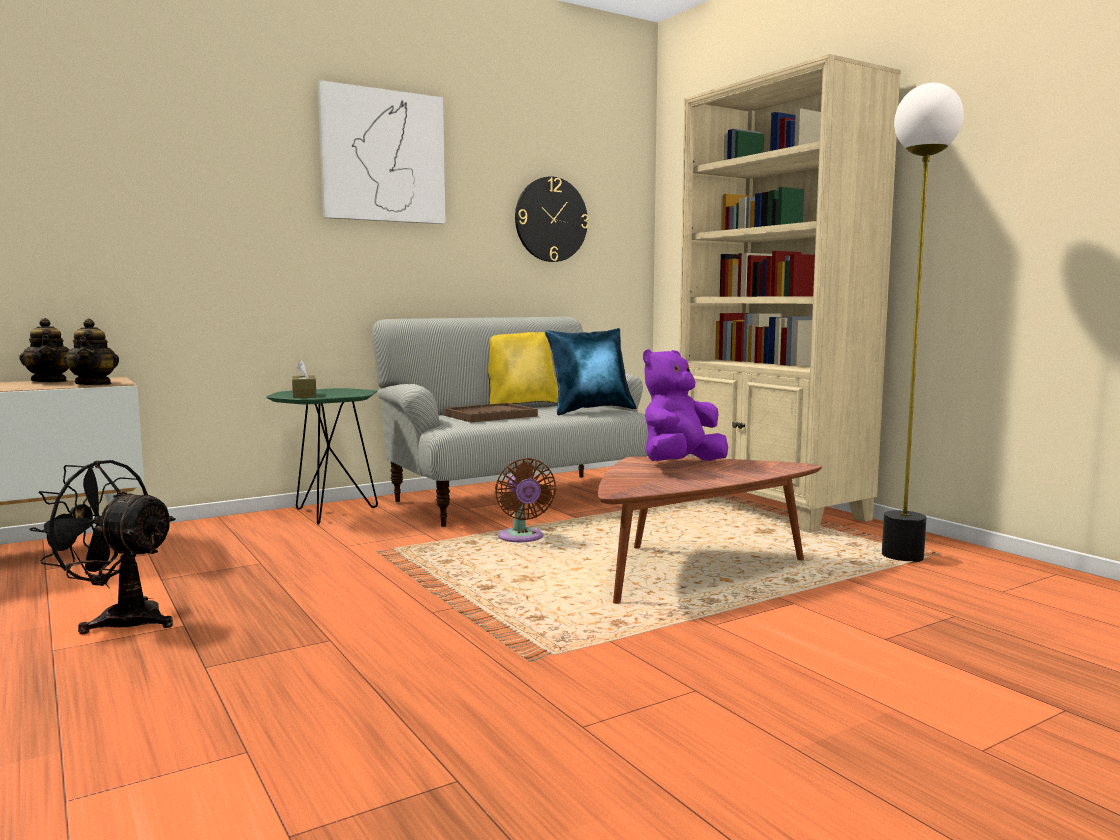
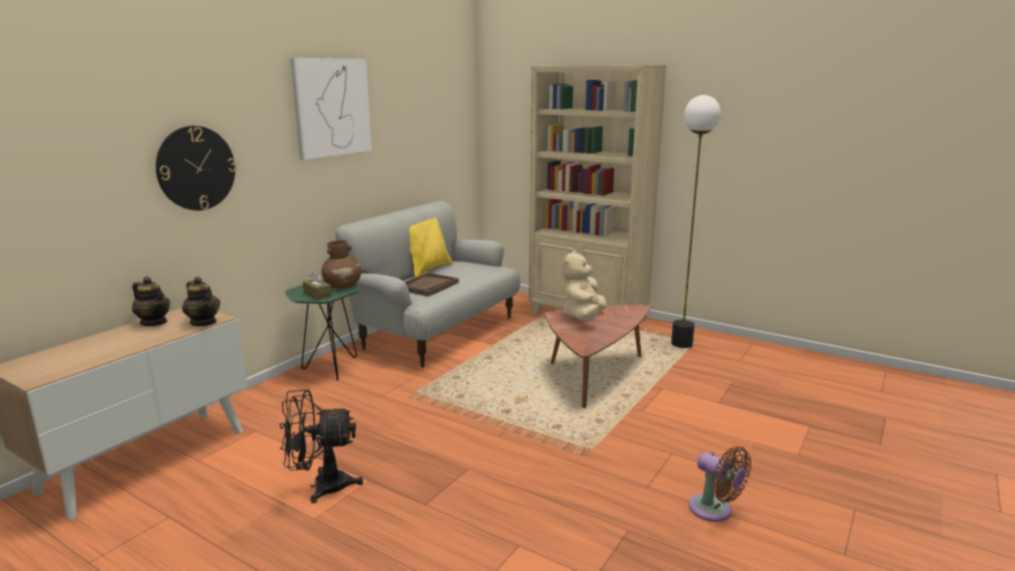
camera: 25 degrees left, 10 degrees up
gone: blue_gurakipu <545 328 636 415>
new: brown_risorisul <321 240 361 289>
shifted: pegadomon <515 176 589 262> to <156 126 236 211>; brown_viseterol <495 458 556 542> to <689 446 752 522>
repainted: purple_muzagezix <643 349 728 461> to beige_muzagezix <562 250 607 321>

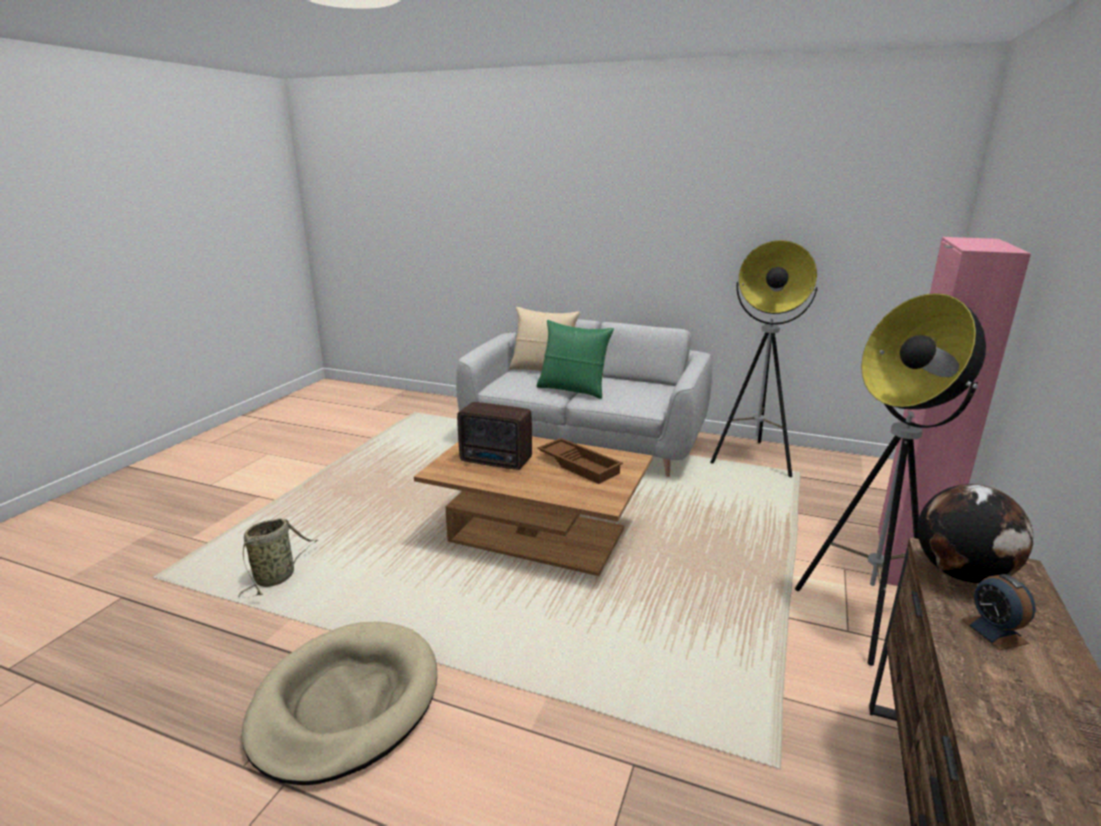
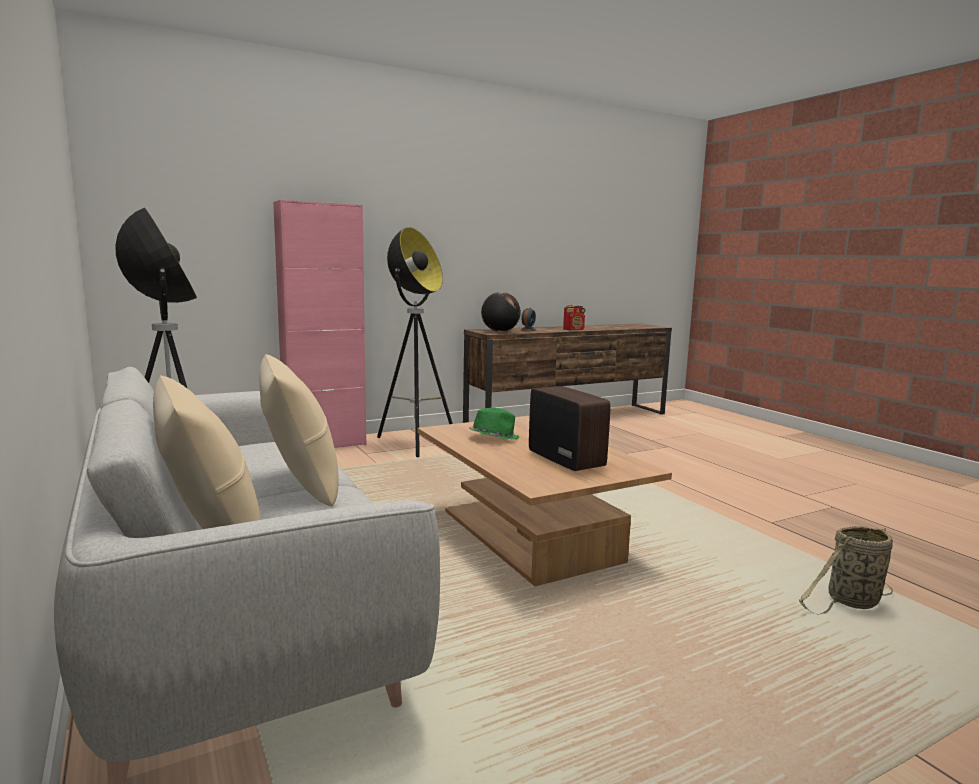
camera: 140 degrees left, 10 degrees down
gone: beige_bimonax <242 621 437 785>
new: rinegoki <563 305 585 330>
swapped: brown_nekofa <537 438 623 484> to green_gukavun <469 408 519 440>
repainted: green_gurakipu <537 320 614 399> to beige_gurakipu <259 354 339 507>

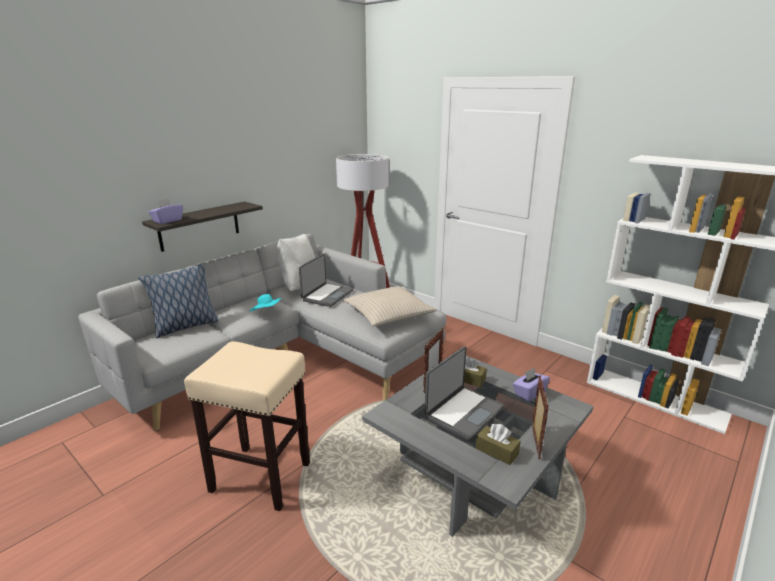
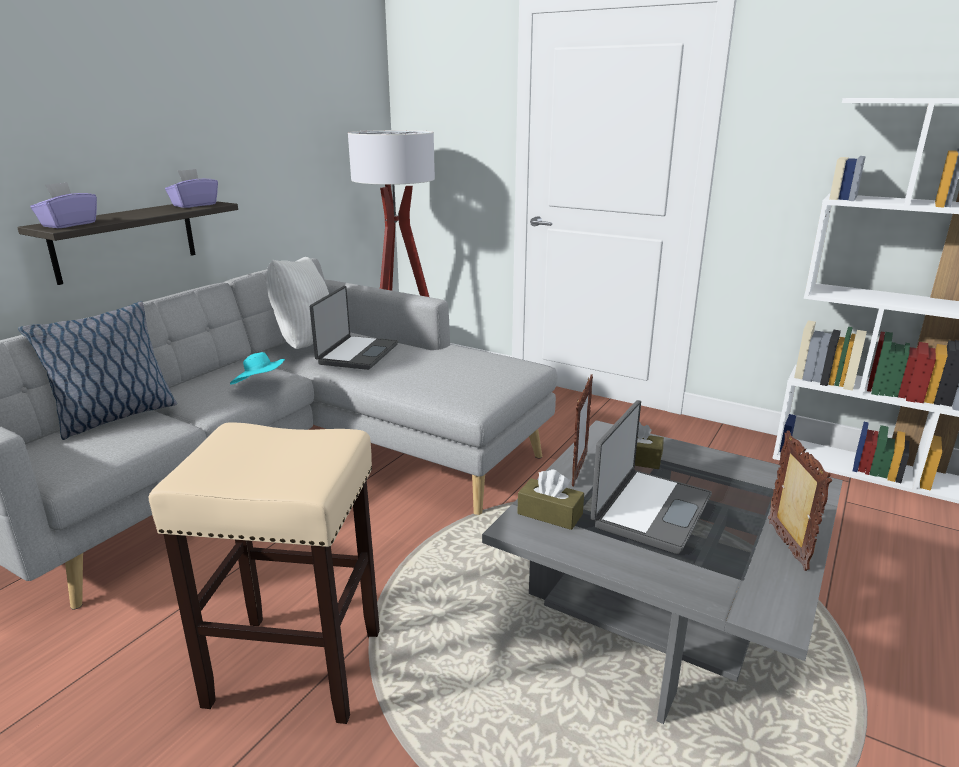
camera: 10 degrees left, 0 degrees up
gone: beige_gurakipu <343 286 437 326>
shifted: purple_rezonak <513 367 550 402> to <165 169 218 208>; brown_rezonak <476 424 521 465> to <517 469 584 530>

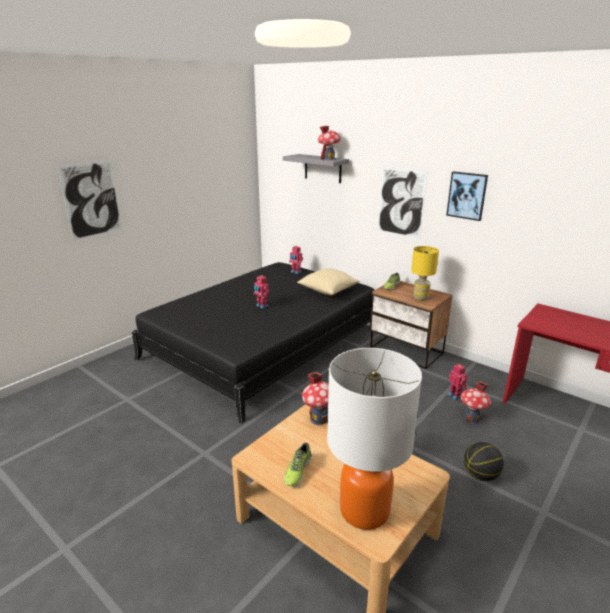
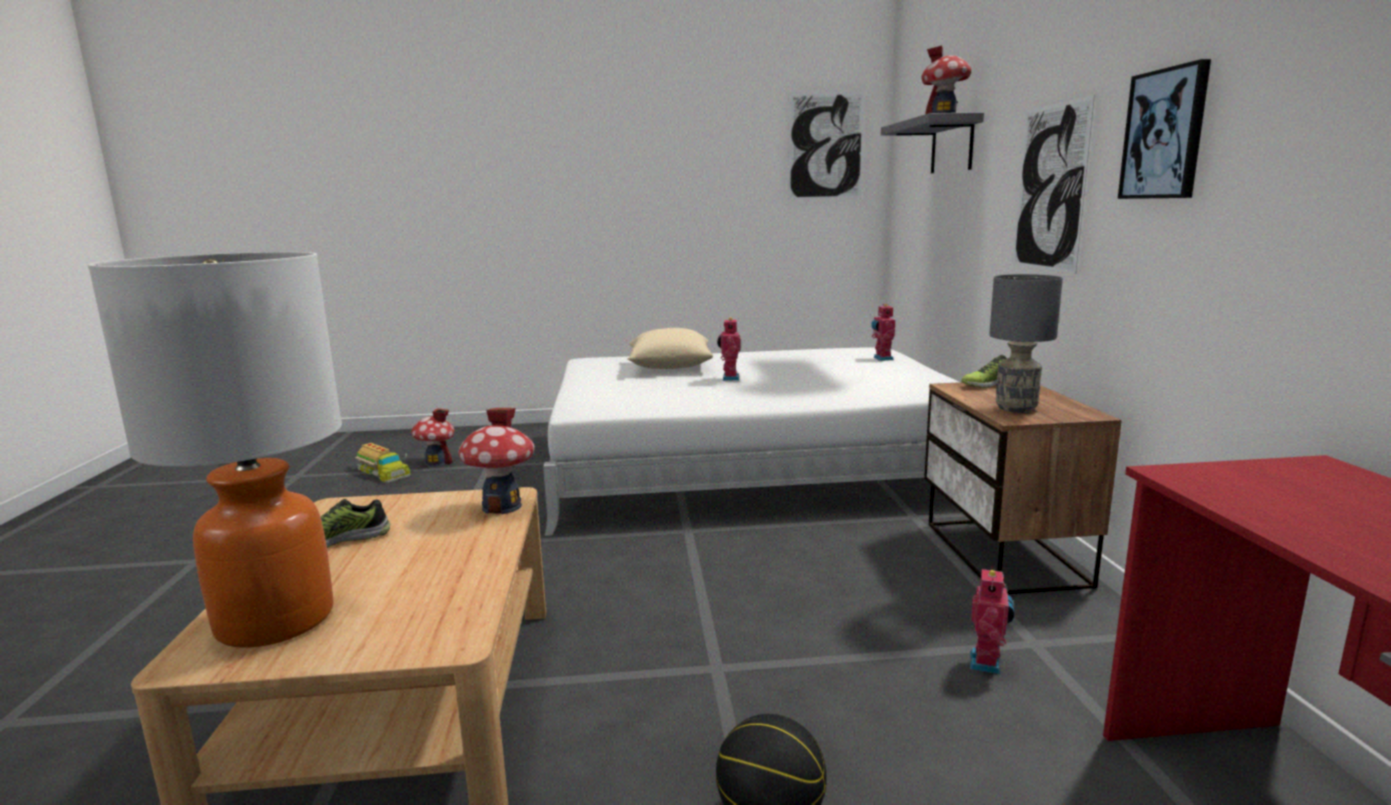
camera: 45 degrees right, 10 degrees down
new: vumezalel <355 443 410 483>
shifted: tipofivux <57 160 123 241> to <788 92 865 200>; beige_gurakipu <297 268 359 296> to <627 328 713 369>; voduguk <461 381 491 424> to <411 408 454 467>
repainted: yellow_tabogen <411 246 439 301> to grey_tabogen <989 274 1063 413>; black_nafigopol <132 262 374 424> to white_nafigopol <543 347 959 536>

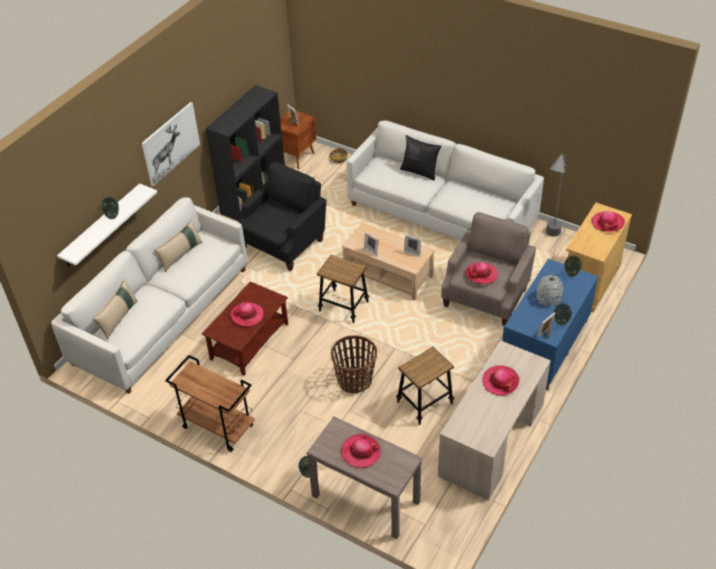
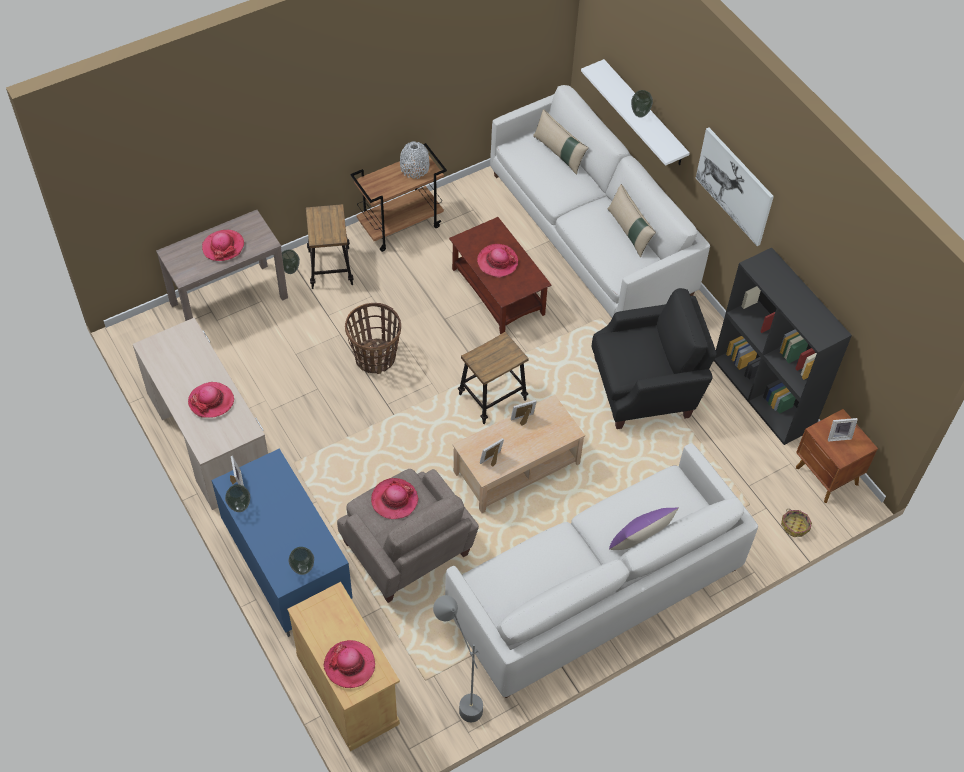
camera: 115 degrees right, 10 degrees up
shifted: grey_risorisul <537 275 563 307> to <400 141 429 179>; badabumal <396 346 454 425> to <306 204 354 289>
repainted: black_gurakipu <400 135 441 180> to purple_gurakipu <609 508 678 550>
rotated: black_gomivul <238 162 326 271> = <592 288 717 429> 75 degrees counterclockwise

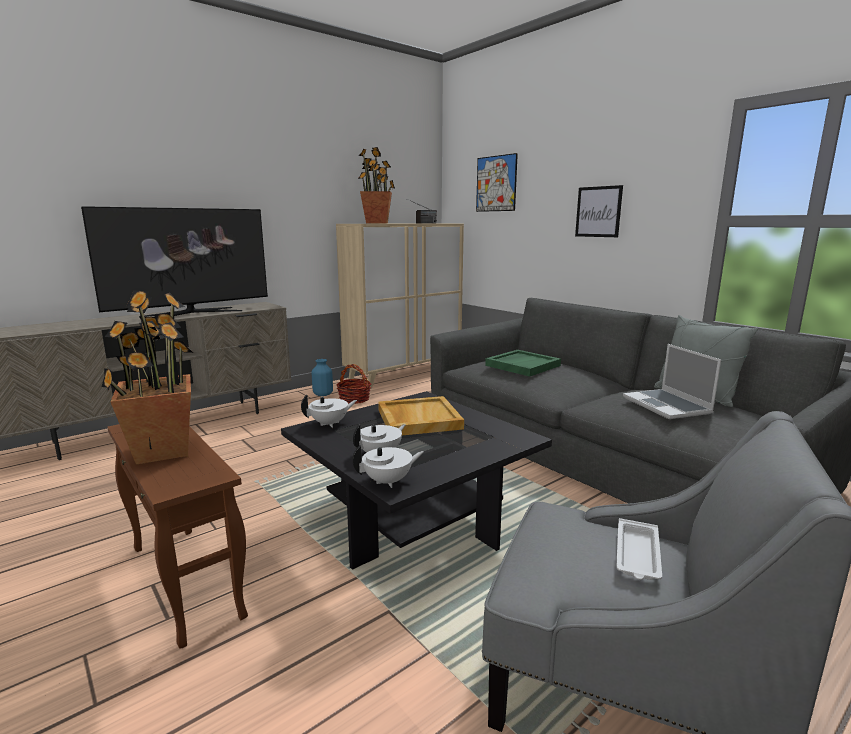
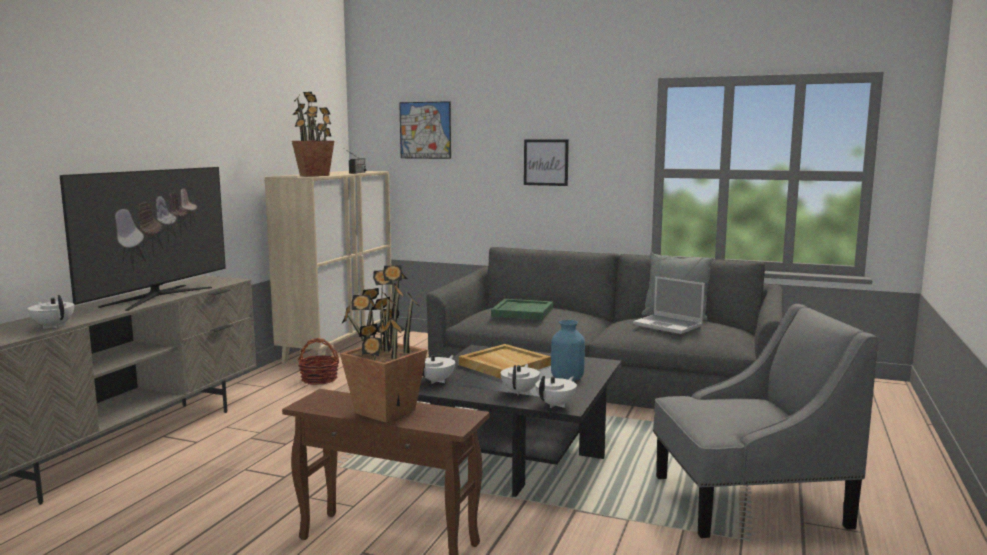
camera: 30 degrees left, 5 degrees down
gone: white_nekofa <616 518 662 580>
new: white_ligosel <28 295 74 329>
shifted: blue_risorisul <312 359 333 396> to <551 320 585 381>

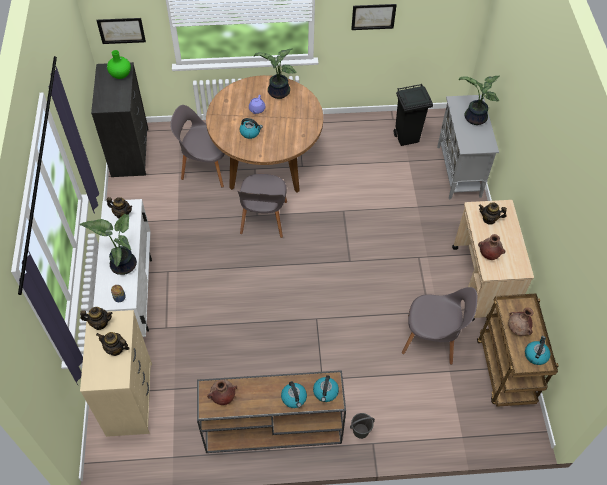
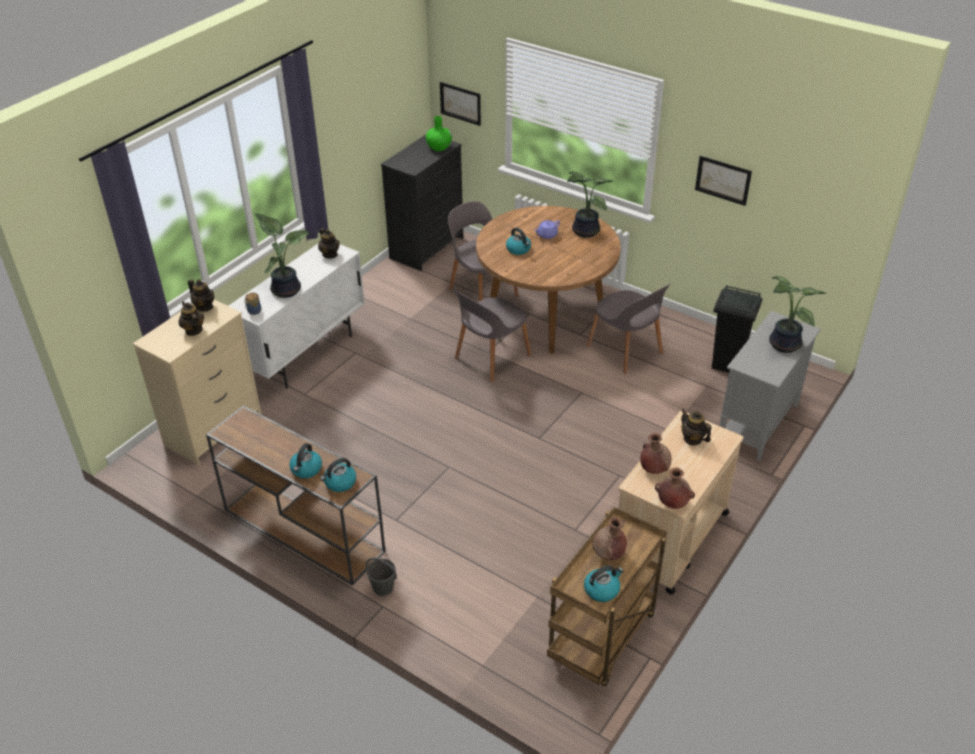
camera: 40 degrees right, 15 degrees down
shifted: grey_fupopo <402 287 478 365> to <587 284 671 374>; brown_risorisul <207 380 237 405> to <655 467 695 509>

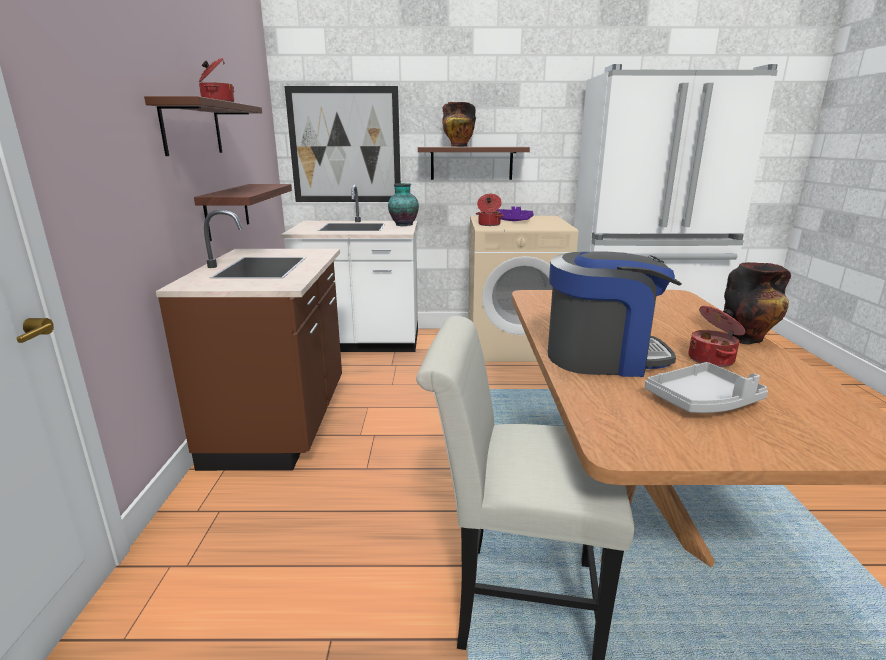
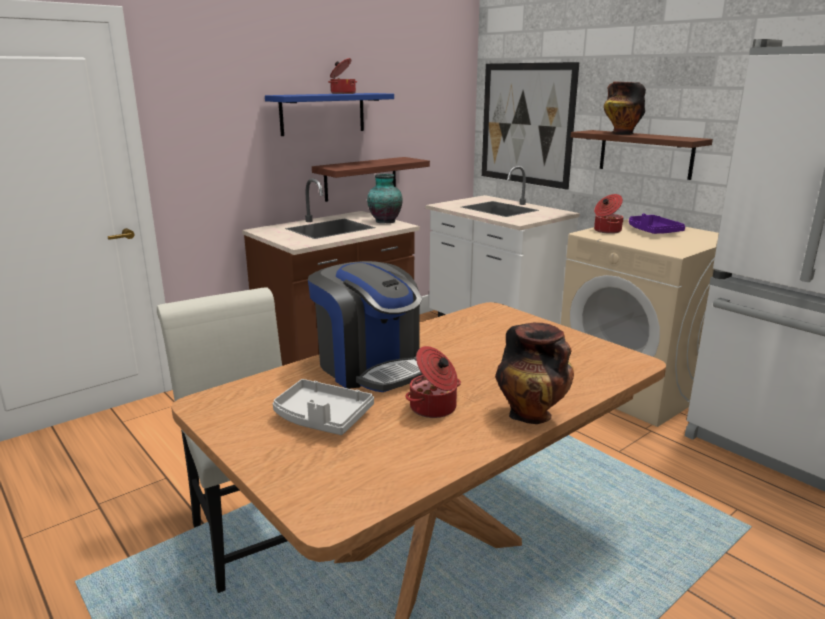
camera: 50 degrees right, 0 degrees up
shifted: risorisul <388 183 419 226> to <367 174 403 223>
repainted: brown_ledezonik <144 96 262 156> to blue_ledezonik <265 93 394 136>

